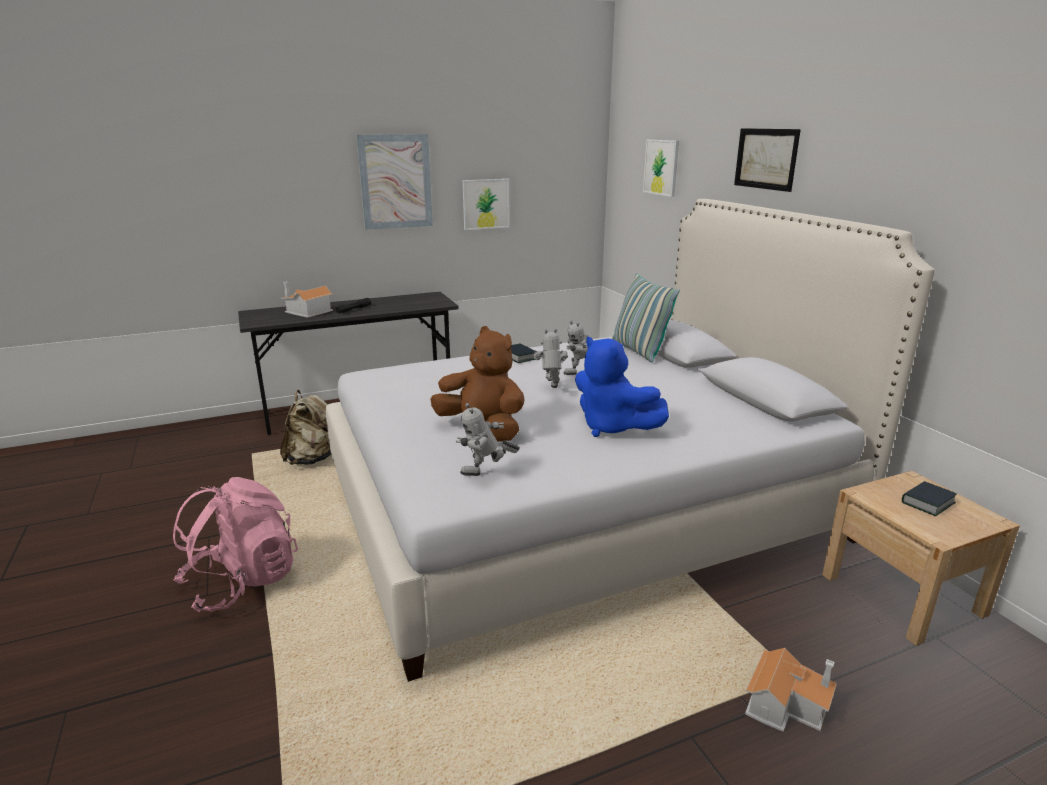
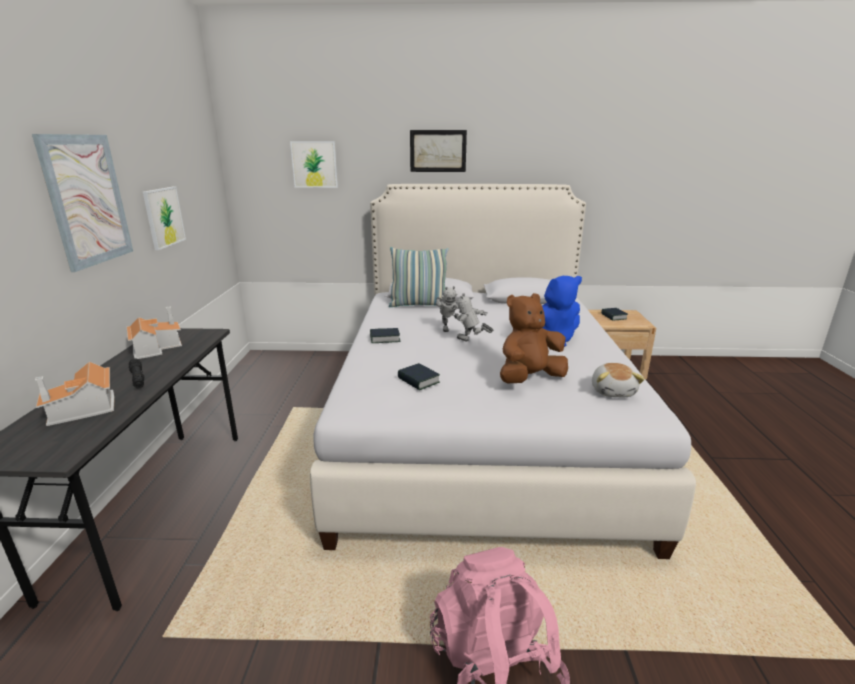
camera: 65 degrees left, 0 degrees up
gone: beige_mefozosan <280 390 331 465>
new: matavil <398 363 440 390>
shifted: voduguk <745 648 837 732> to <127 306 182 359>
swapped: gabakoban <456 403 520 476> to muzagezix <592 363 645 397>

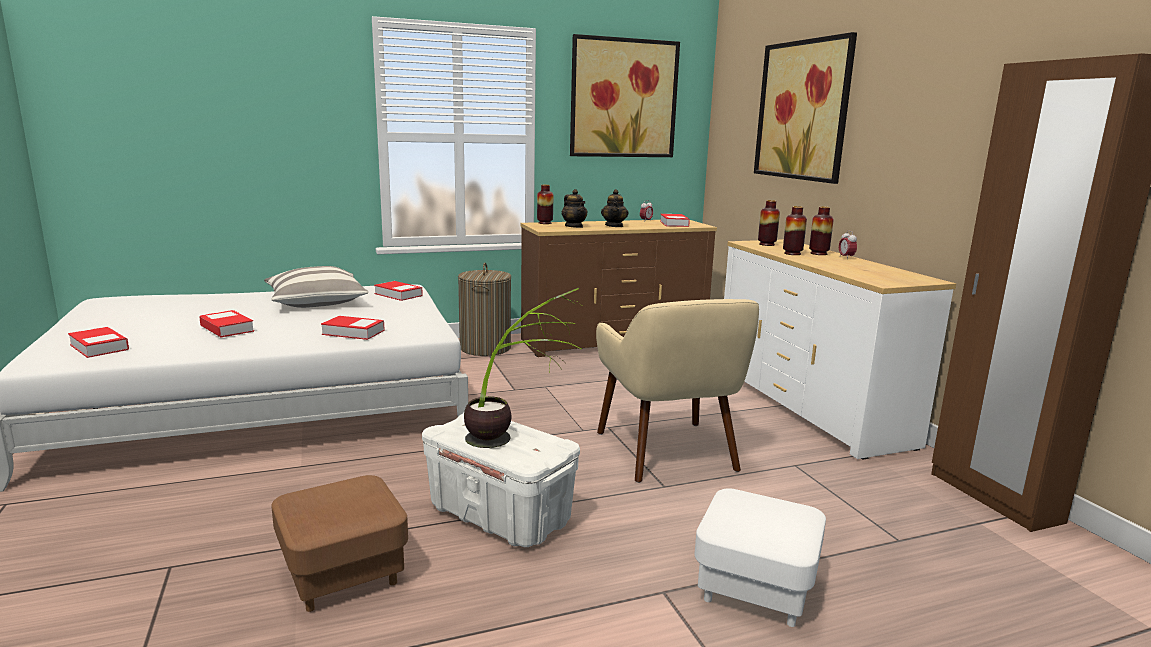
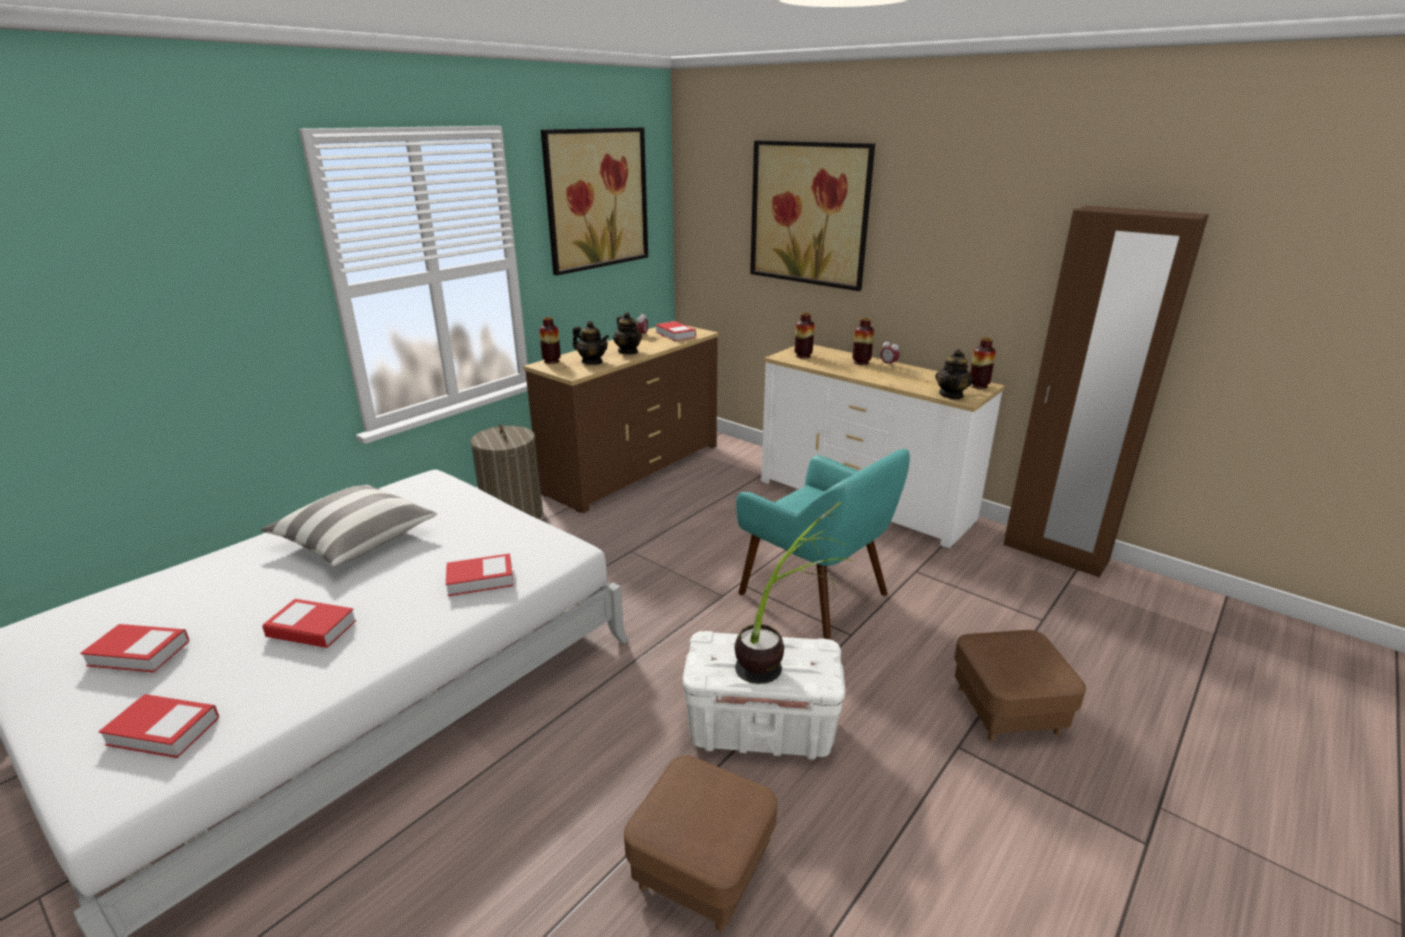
camera: 30 degrees left, 10 degrees up
new: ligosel <936 349 973 399>
shifted: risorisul <783 206 807 255> to <970 338 996 389>; matavil <374 281 423 301> to <80 624 190 672>
repainted: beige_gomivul <596 299 759 483> to turquoise_gomivul <736 449 910 639>; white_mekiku <695 488 826 627> to brown_mekiku <954 630 1086 741>

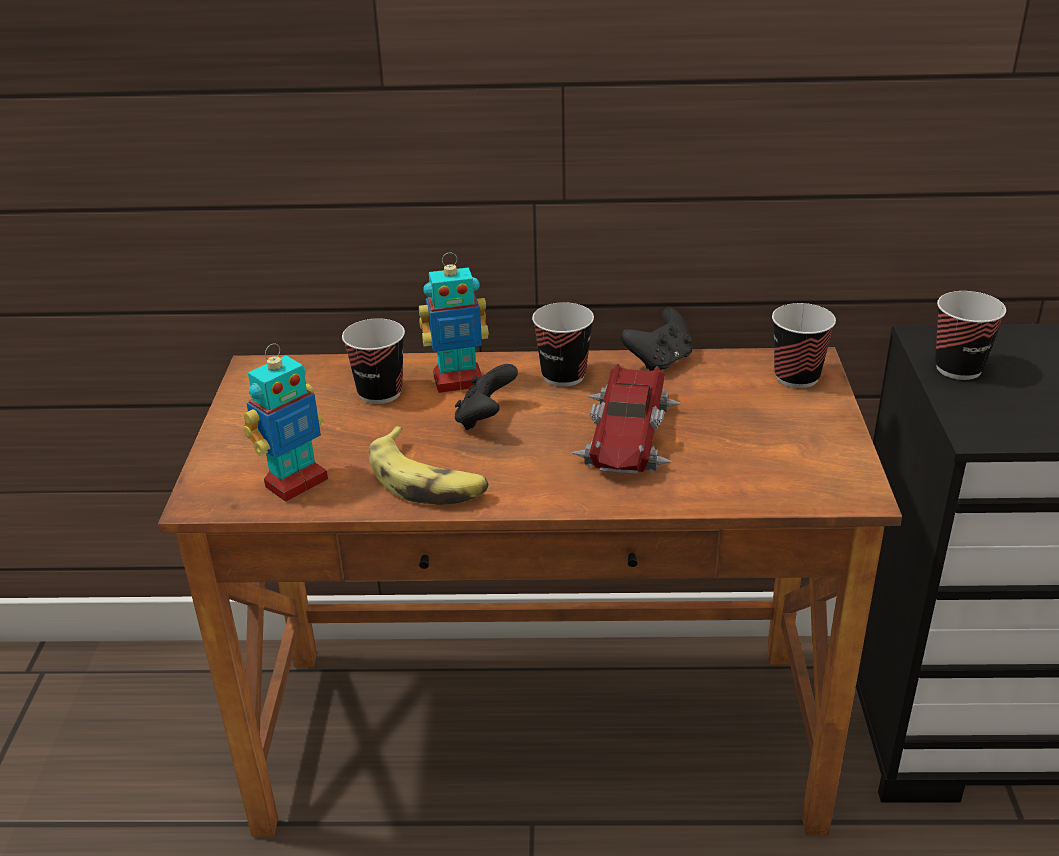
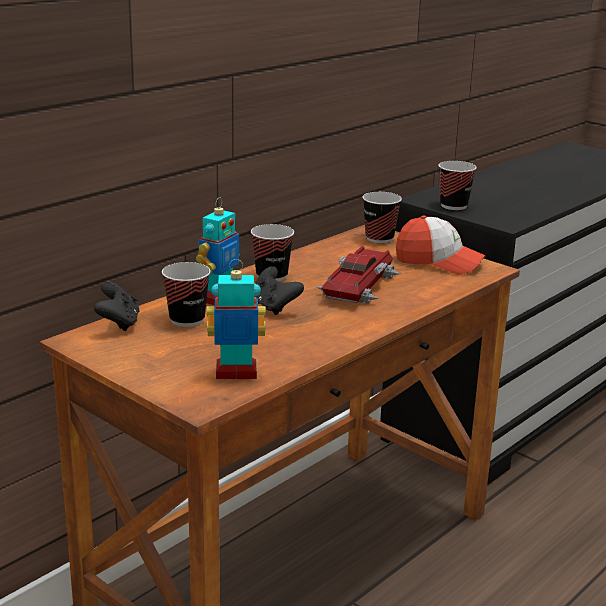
camera: 50 degrees left, 10 degrees down
gone: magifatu <368 426 489 505>
new: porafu <396 216 486 275>
shifted: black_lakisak <620 308 693 371> to <94 282 139 331>
rotated: gabakoban <243 343 328 502> = <207 259 266 379> 90 degrees counterclockwise; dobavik <571 363 682 474> = <317 246 401 304> 120 degrees counterclockwise

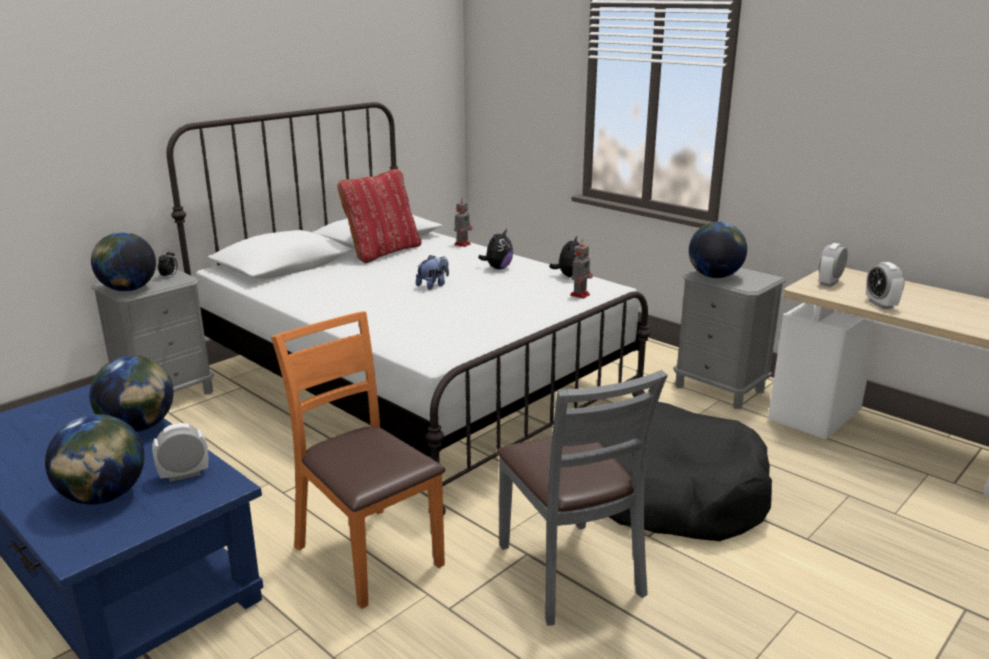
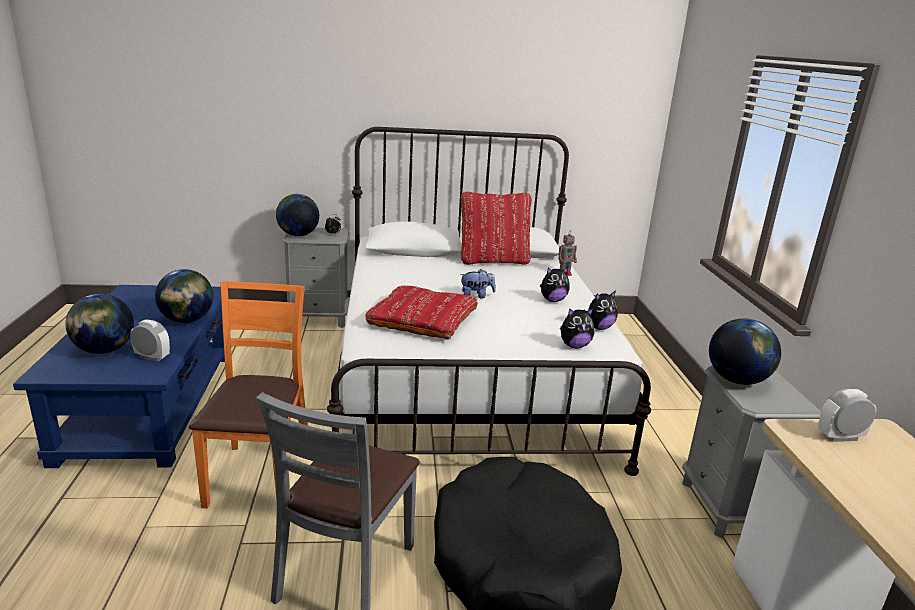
camera: 40 degrees right, 0 degrees up
gone: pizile <866 262 905 309>
new: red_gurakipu <365 286 478 340>
swapped: gabakoban <570 239 593 299> to muzagezix <560 308 595 348>

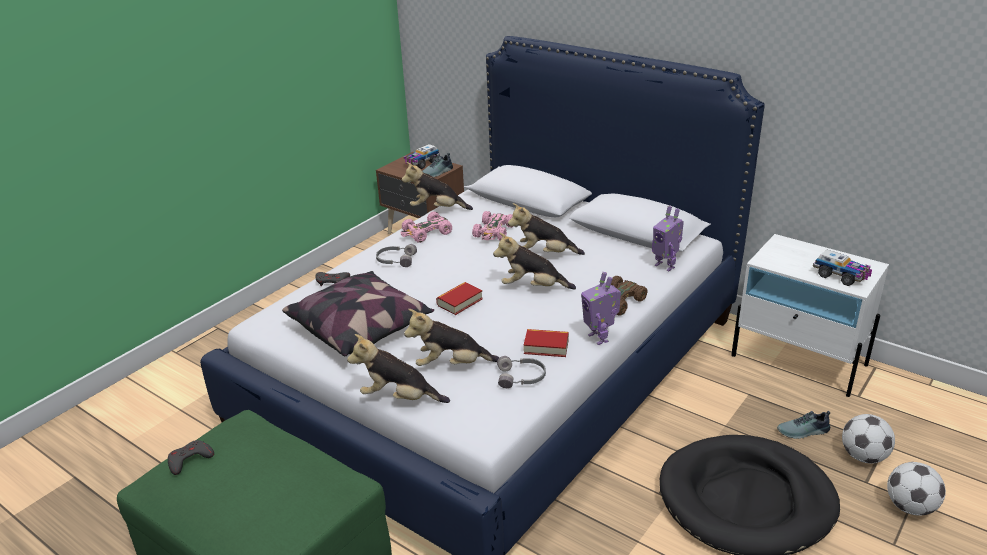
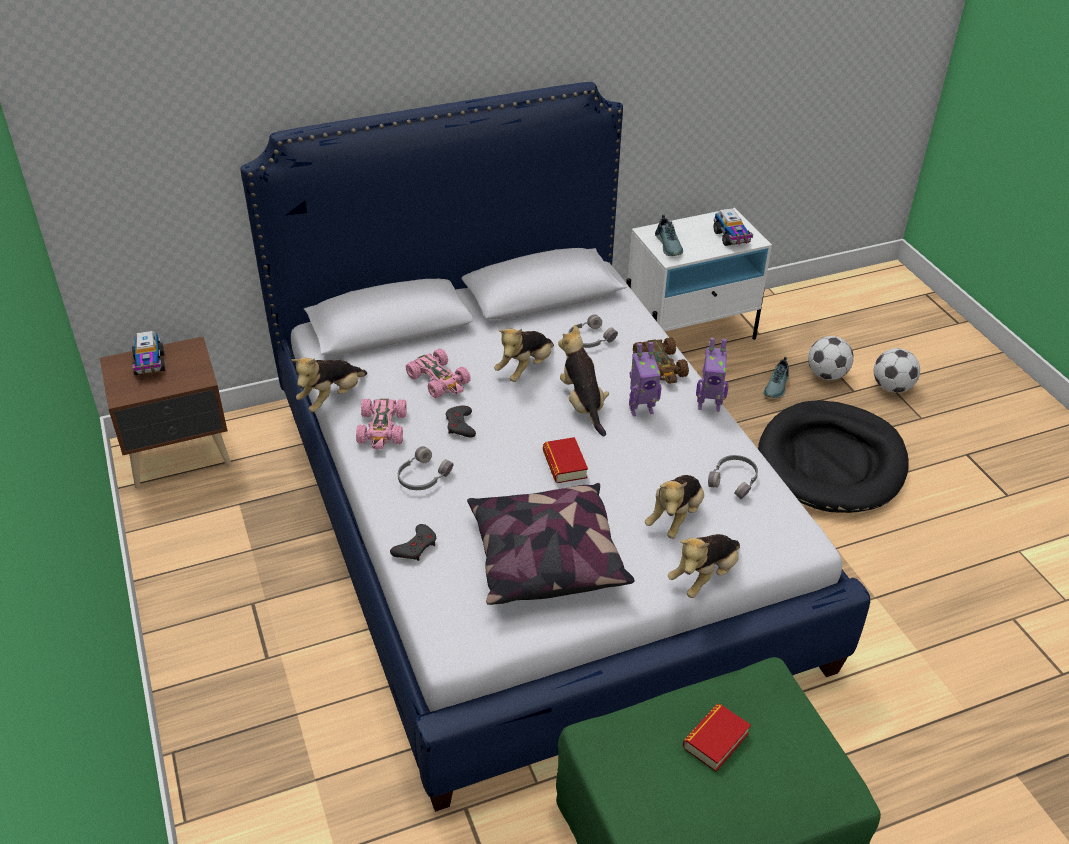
camera: 60 degrees left, 10 degrees up
new: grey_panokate <568 314 618 348>
shifted: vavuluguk <422 153 453 177> to <655 215 683 256>; gabakoban <652 206 684 272> to <629 342 661 416>; matavil <524 329 569 357> to <683 704 751 772>; grey_lakisak <168 440 214 475> to <446 406 476 438>
rotated: muzagezix <493 232 576 289> = <558 325 609 436> 120 degrees clockwise; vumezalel <813 249 872 286> = <713 208 753 246> 90 degrees clockwise

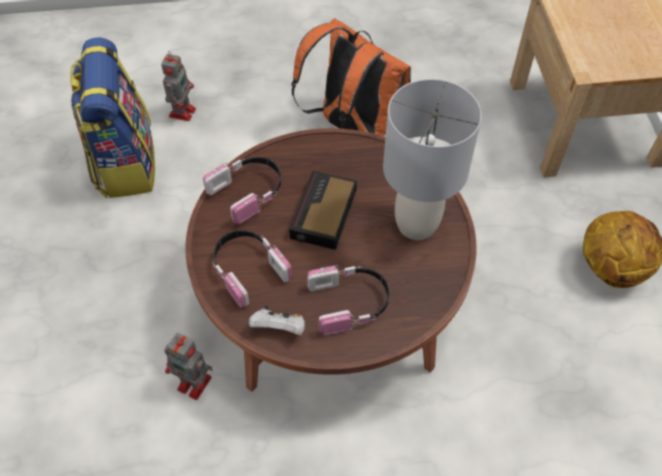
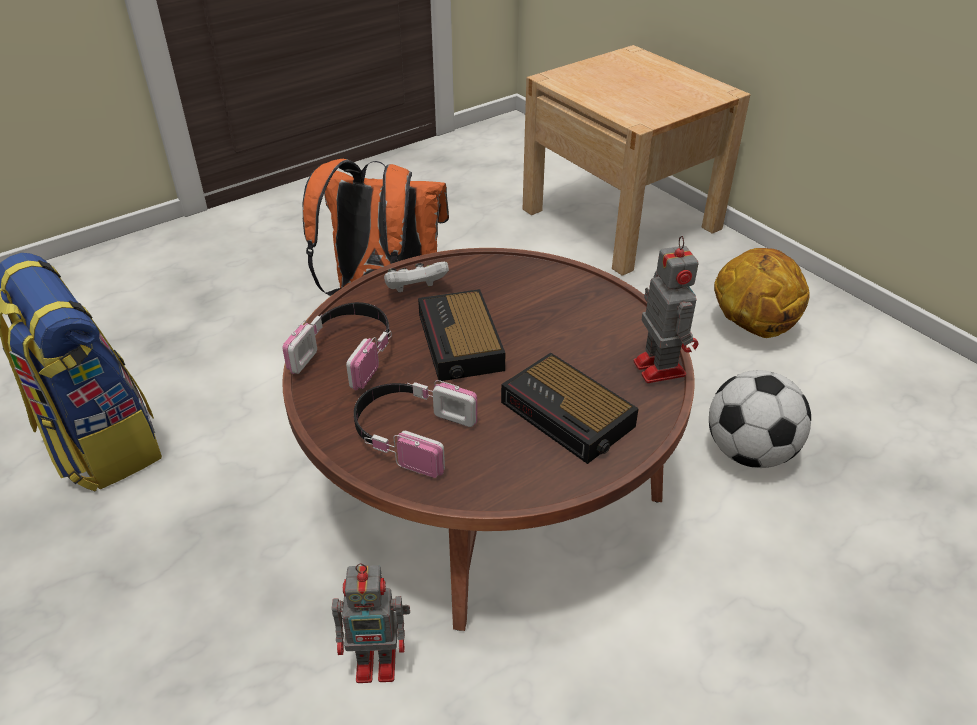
camera: 30 degrees left, 15 degrees down
gone: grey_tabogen <383 79 482 240>
new: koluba <709 370 811 468>
shifted: gabakoban <161 51 196 121> to <634 236 699 383>; white_lakisak <249 306 305 335> to <384 262 449 292>
swapped: panokate <307 265 390 336> to pizile <501 353 639 464>

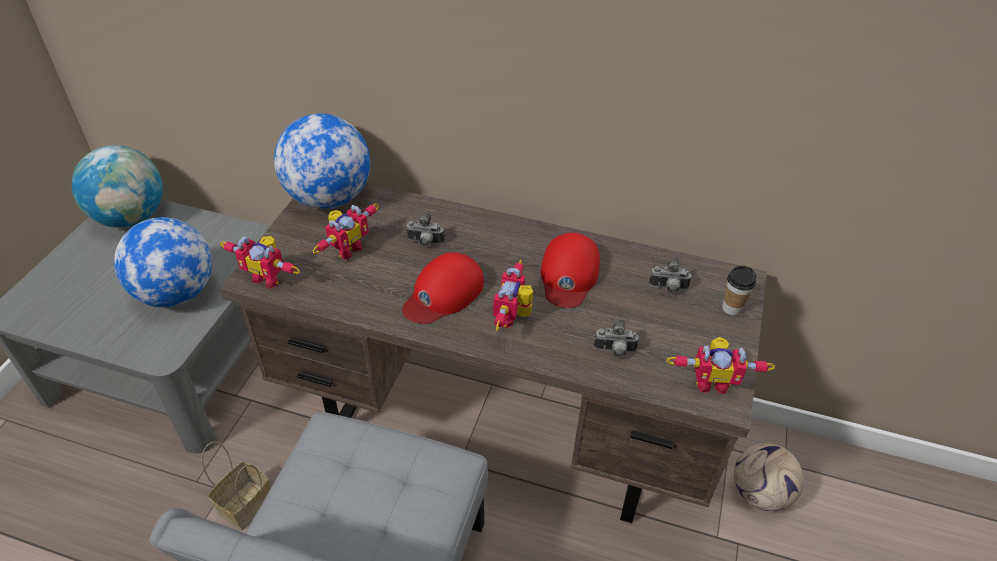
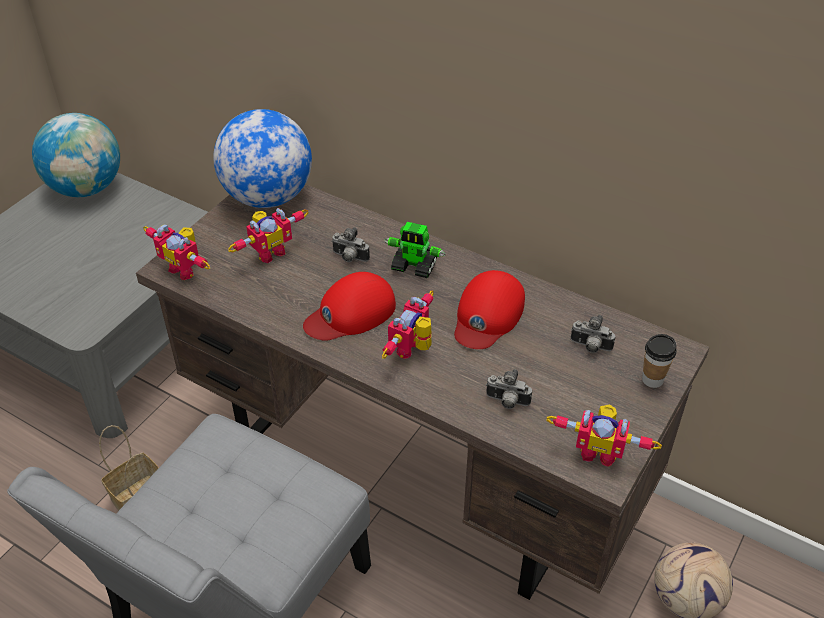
camera: 15 degrees right, 0 degrees up
gone: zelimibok <114 217 212 307>
new: gabakoban <385 222 446 278>

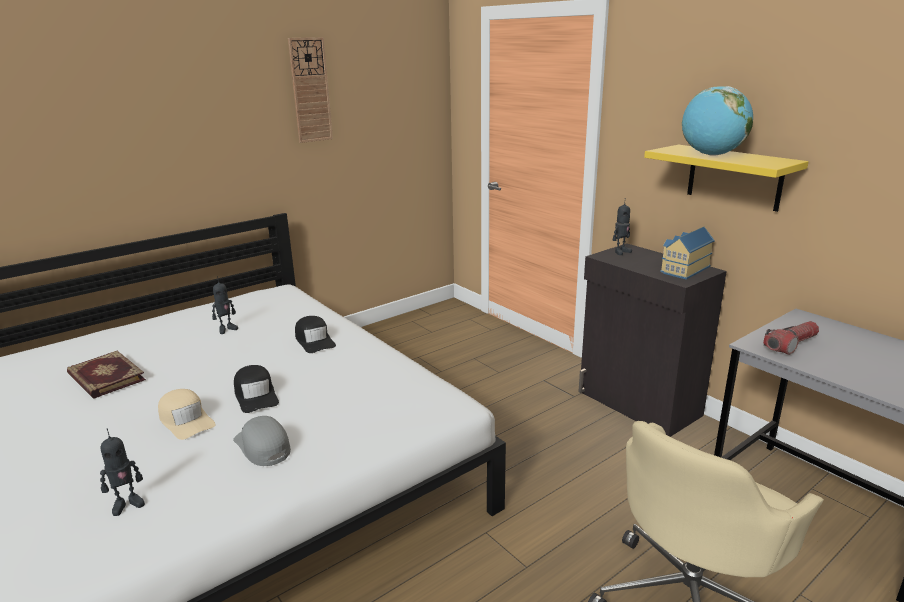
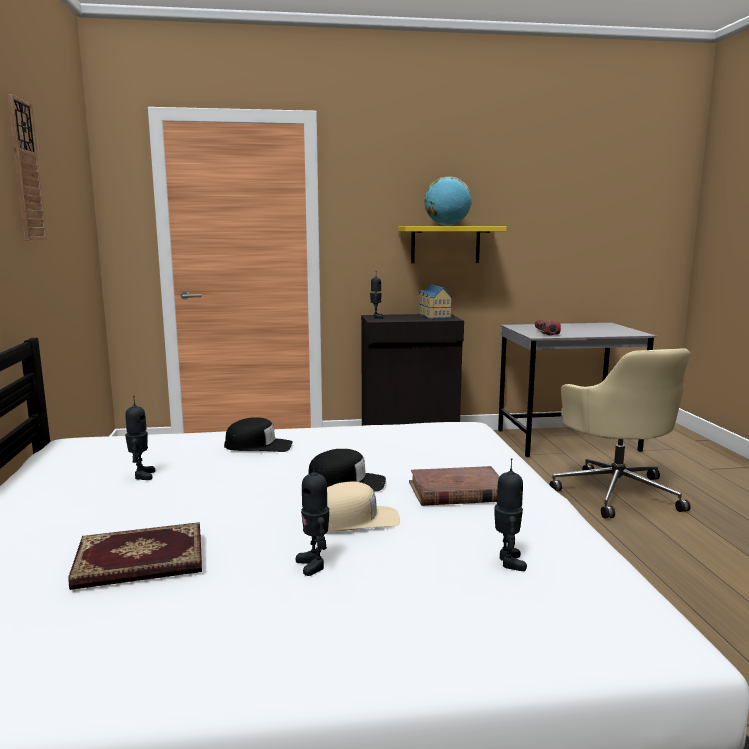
camera: 60 degrees left, 10 degrees down
new: gabakoban <296 459 329 576>
swapped: grey_porafu <233 416 291 466> to brown_matavil <409 466 500 506>

